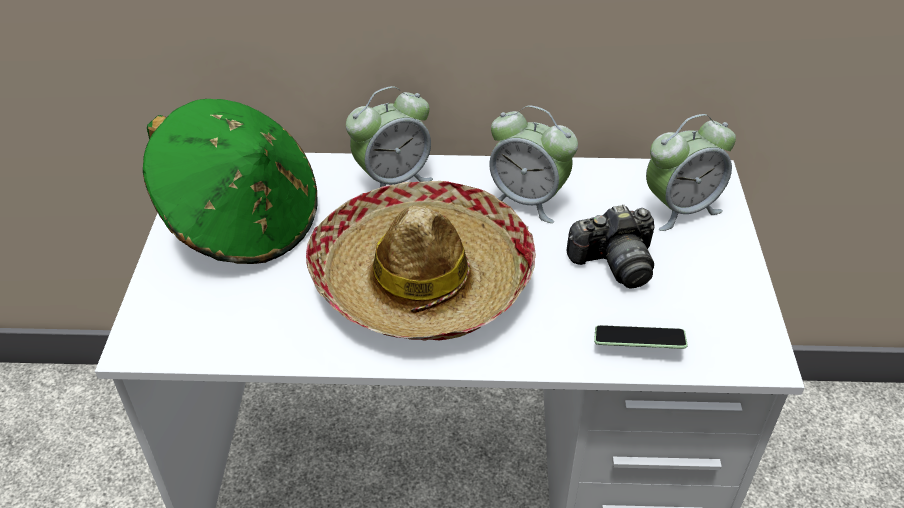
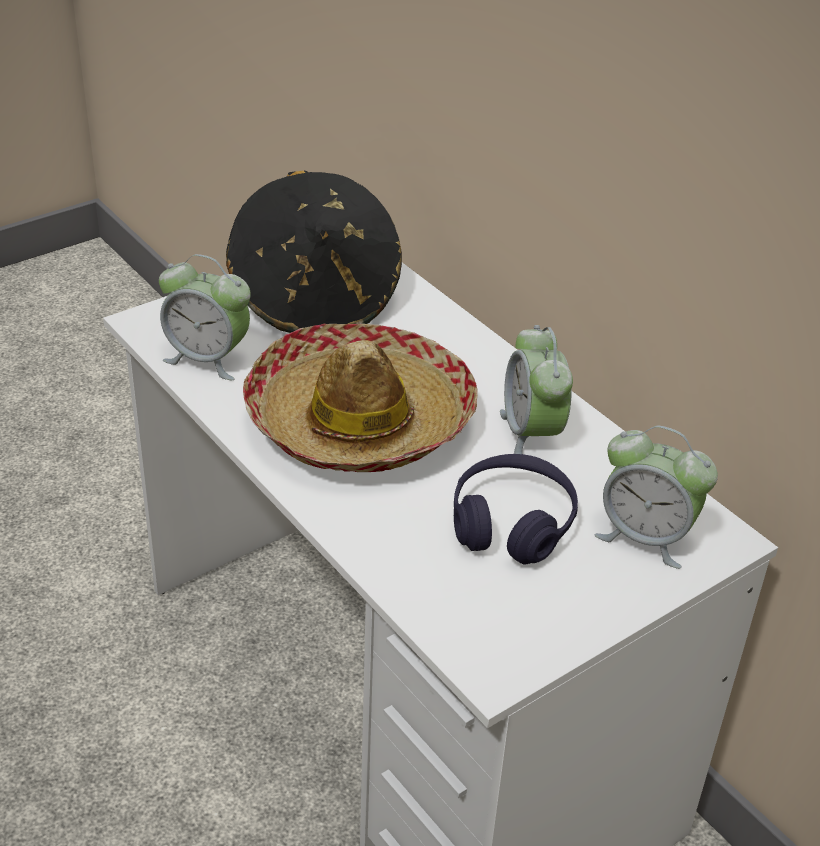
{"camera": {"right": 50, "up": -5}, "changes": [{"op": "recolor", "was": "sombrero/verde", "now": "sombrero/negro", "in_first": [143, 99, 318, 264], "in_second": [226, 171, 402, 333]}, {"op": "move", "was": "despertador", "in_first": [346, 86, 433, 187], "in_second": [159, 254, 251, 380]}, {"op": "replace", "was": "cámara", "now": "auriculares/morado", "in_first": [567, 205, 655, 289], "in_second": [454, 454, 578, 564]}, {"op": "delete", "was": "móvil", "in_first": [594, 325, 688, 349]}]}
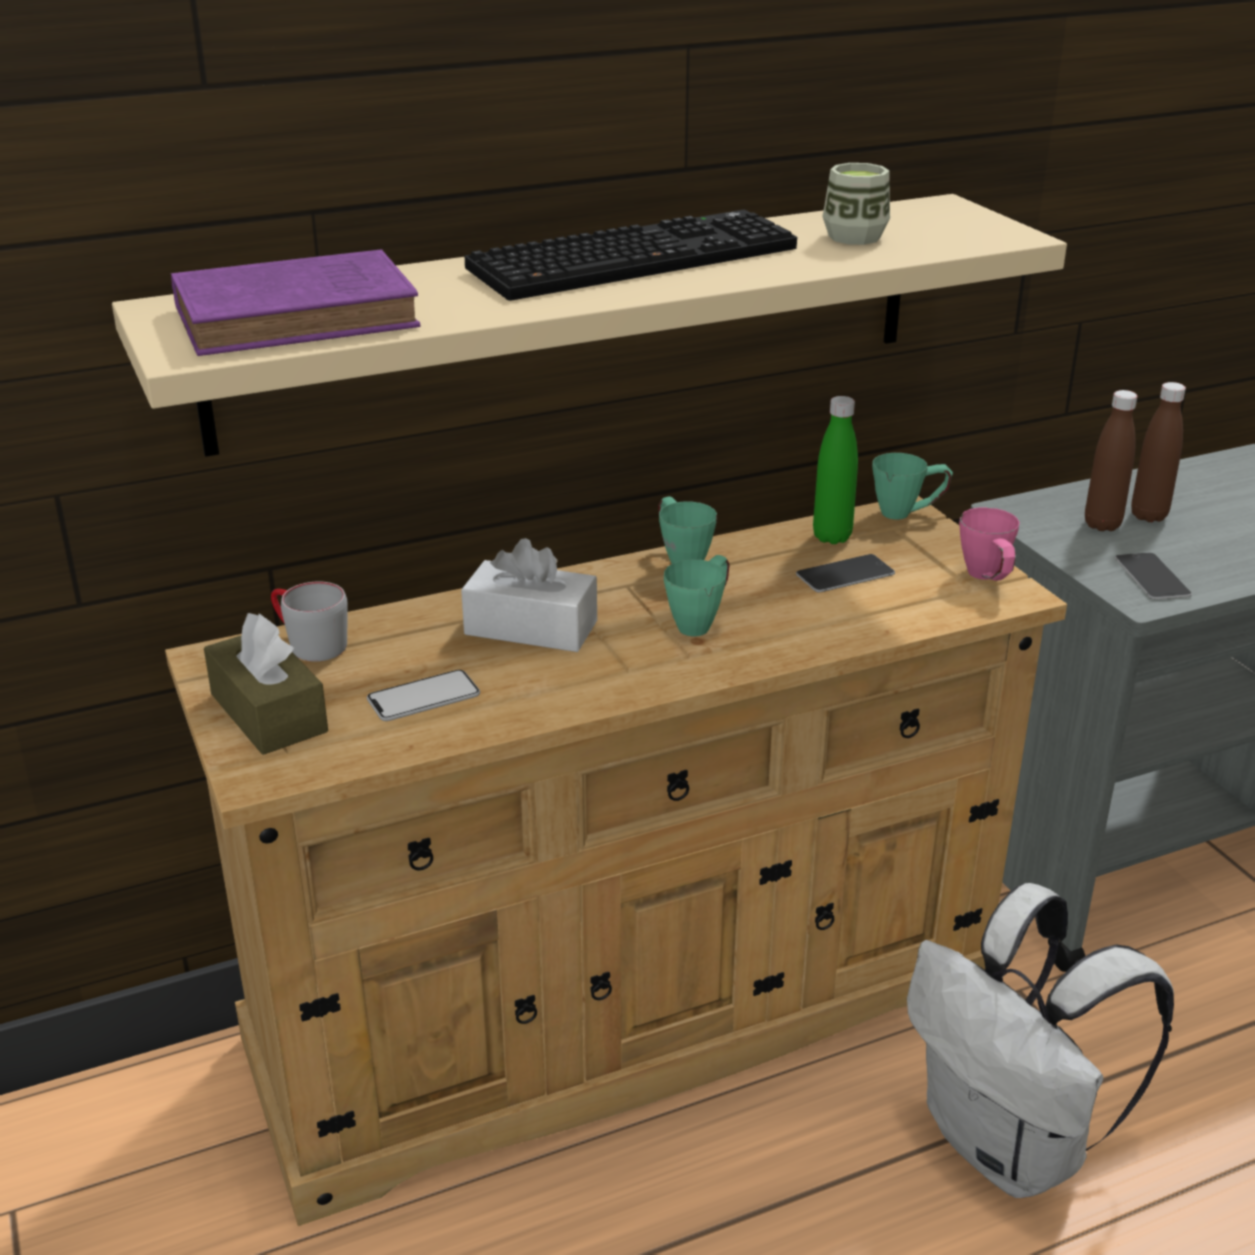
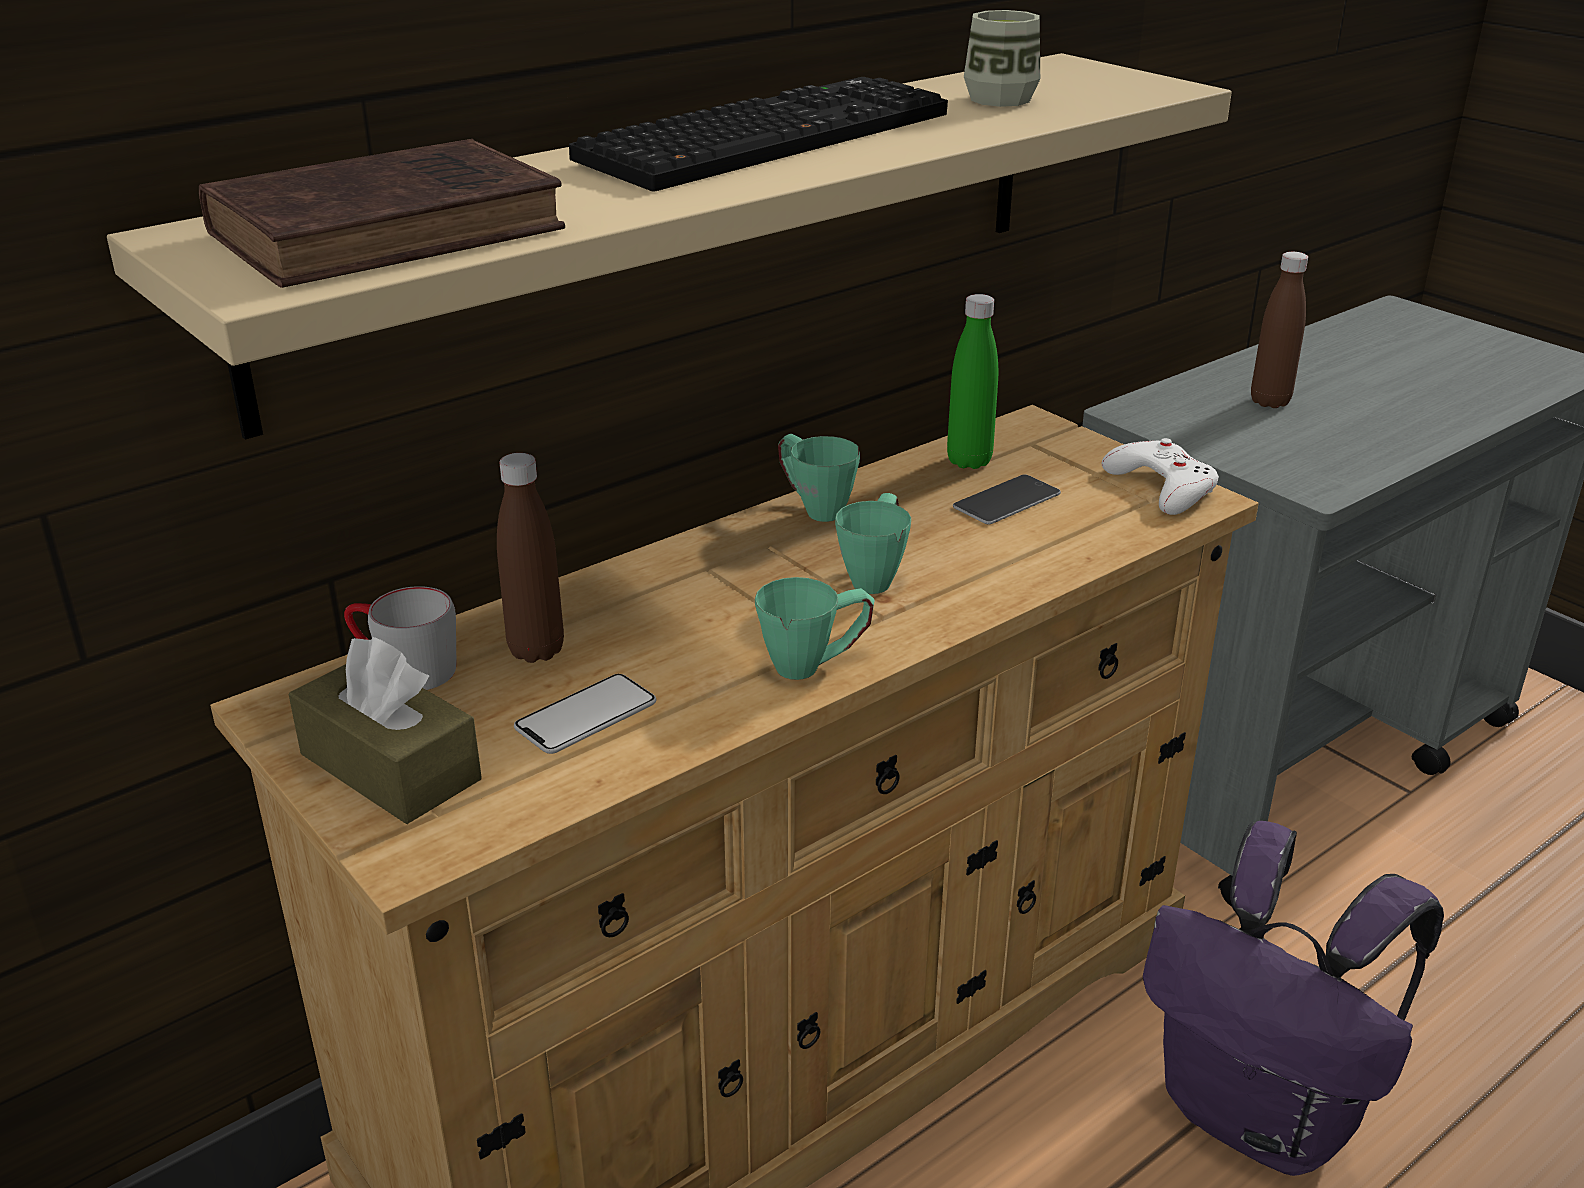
{"camera": {"right": -15, "up": 0}, "changes": [{"op": "recolor", "was": "libro/morado", "now": "libro/marrón", "in_first": [171, 249, 420, 356], "in_second": [199, 139, 565, 288]}, {"op": "delete", "was": "caja de pañuelos/blanco", "in_first": [461, 538, 597, 652]}, {"op": "move", "was": "taza grande/verde", "in_first": [872, 453, 953, 520], "in_second": [755, 577, 874, 680]}, {"op": "recolor", "was": "mochila/blanco", "now": "mochila/morado", "in_first": [907, 883, 1174, 1198], "in_second": [1143, 821, 1444, 1176]}, {"op": "replace", "was": "taza grande/rosa", "now": "mando de consola/blanco", "in_first": [959, 507, 1020, 581], "in_second": [1102, 438, 1219, 515]}, {"op": "move", "was": "botella/marrón", "in_first": [1085, 390, 1138, 531], "in_second": [497, 453, 564, 663]}, {"op": "delete", "was": "móvil", "in_first": [1115, 553, 1192, 600]}]}
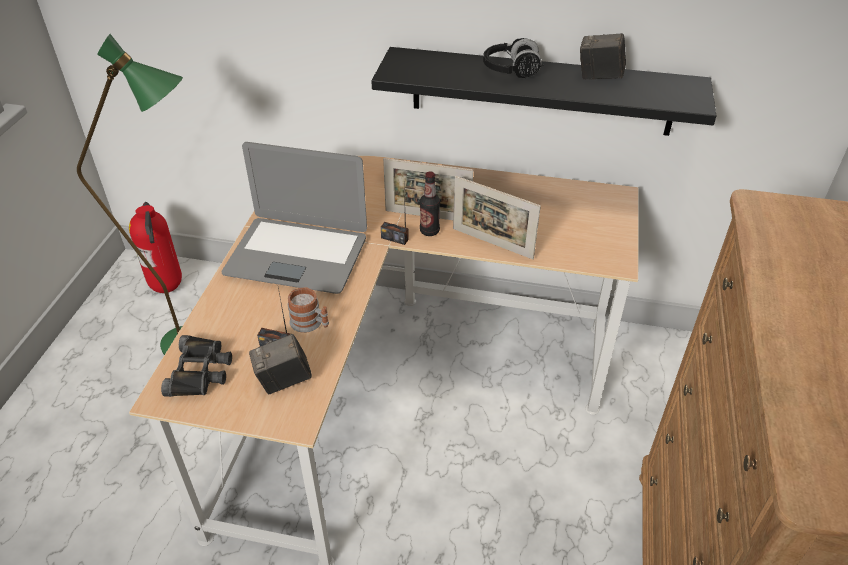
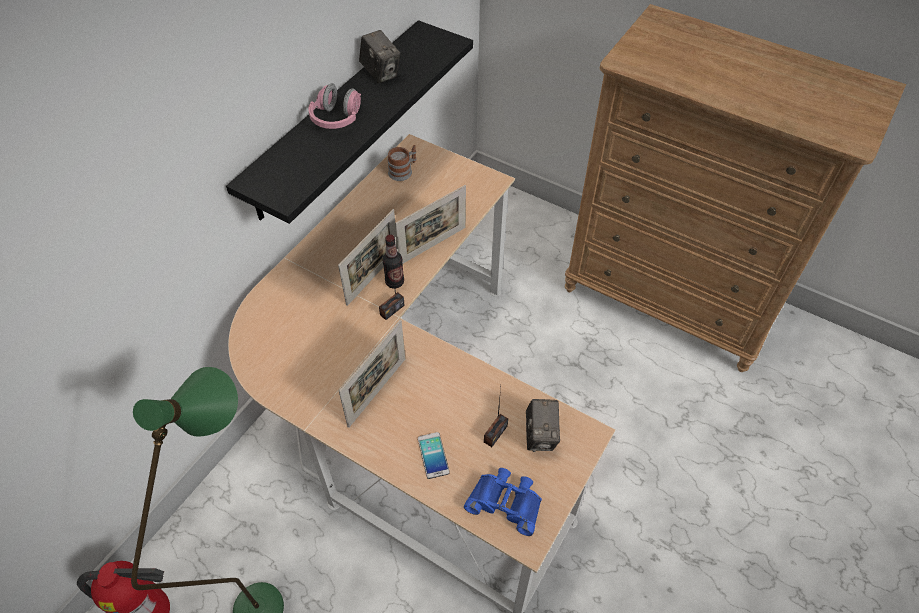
{"camera": {"right": -70, "up": 10}, "changes": [{"op": "recolor", "was": "prismáticos/negro", "now": "prismáticos/azul", "in_first": [161, 335, 232, 397], "in_second": [464, 468, 542, 536]}, {"op": "replace", "was": "portátil", "now": "portarretratos", "in_first": [221, 142, 367, 294], "in_second": [339, 320, 406, 428]}, {"op": "move", "was": "taza grande", "in_first": [288, 287, 329, 333], "in_second": [387, 145, 417, 181]}, {"op": "recolor", "was": "auriculares/negro", "now": "auriculares/rosa", "in_first": [483, 38, 544, 78], "in_second": [308, 83, 361, 129]}, {"op": "rotate", "was": "cámara", "in_first": [580, 33, 626, 80], "in_second": [359, 30, 401, 83], "clockwise": -75}, {"op": "insert", "now": "móvil", "in_second": [418, 432, 450, 479]}]}
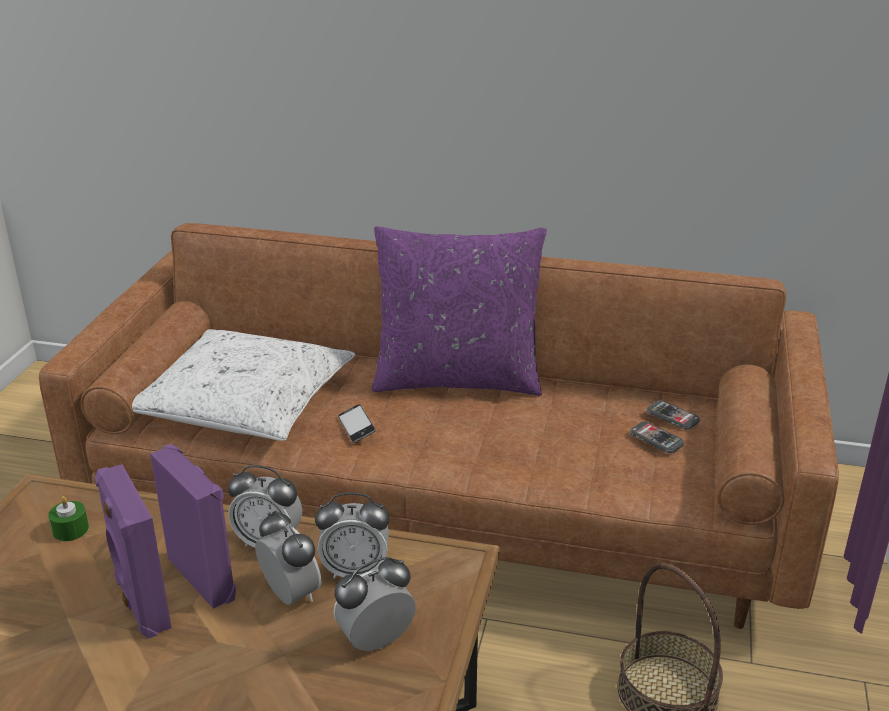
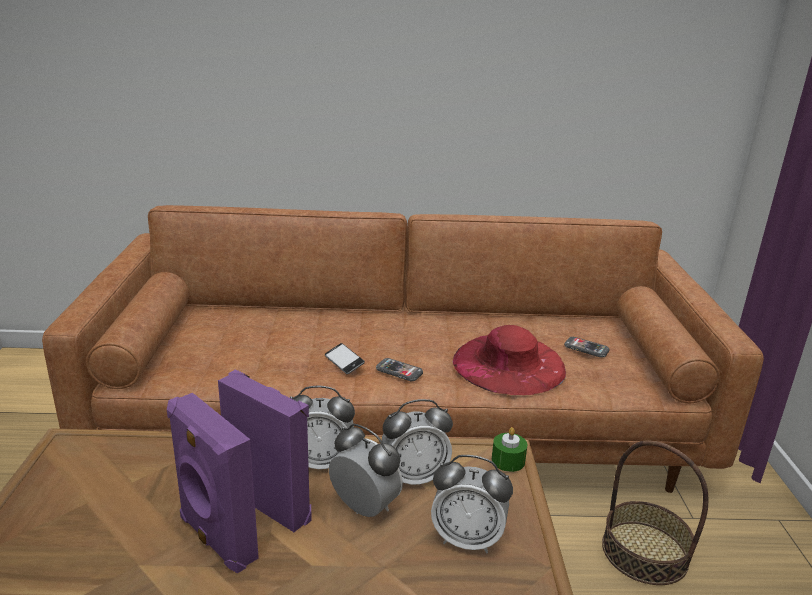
{"camera": {"right": -15, "up": -5}, "changes": [{"op": "move", "was": "vela/verde", "in_first": [48, 496, 89, 541], "in_second": [491, 427, 527, 472]}, {"op": "delete", "was": "cojín/blanco", "in_first": [132, 329, 355, 441]}, {"op": "rotate", "was": "despertador", "in_first": [333, 557, 416, 651], "in_second": [431, 455, 513, 553], "clockwise": -120}, {"op": "delete", "was": "cojín/morado", "in_first": [372, 226, 547, 396]}, {"op": "move", "was": "móvil", "in_first": [647, 400, 700, 430], "in_second": [376, 358, 423, 381]}, {"op": "insert", "now": "sombrero/rojo", "in_second": [452, 325, 566, 395]}]}
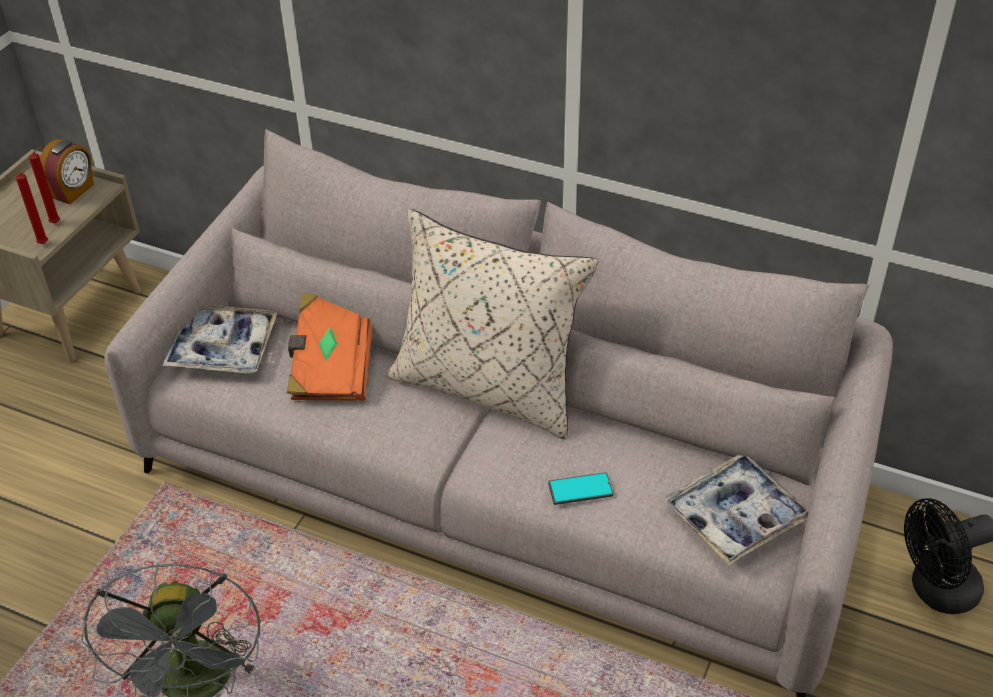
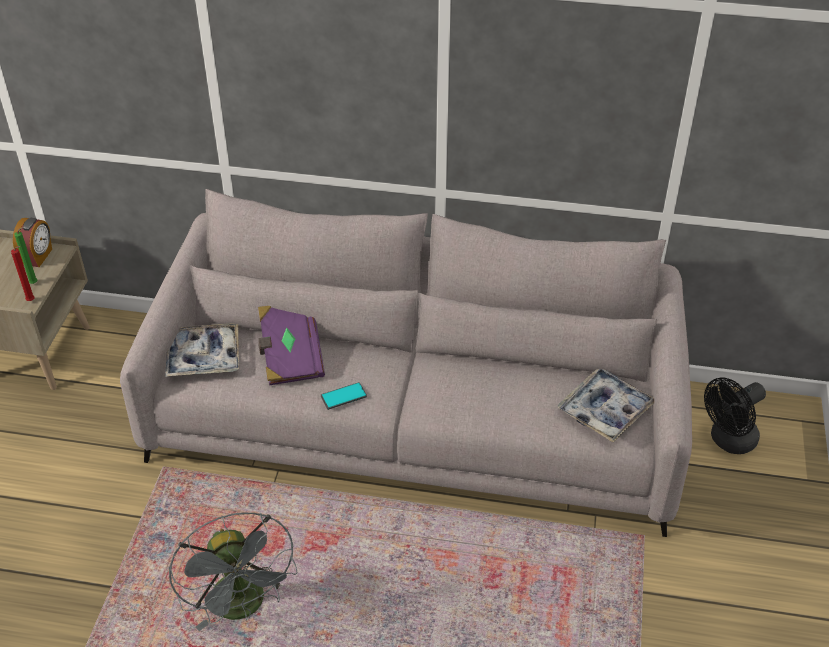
{"camera": {"right": -15, "up": 0}, "changes": [{"op": "recolor", "was": "vela/rojo", "now": "vela/verde", "in_first": [29, 147, 60, 223], "in_second": [14, 226, 37, 284]}, {"op": "recolor", "was": "libro/naranja", "now": "libro/morado", "in_first": [287, 294, 372, 401], "in_second": [258, 306, 325, 385]}, {"op": "delete", "was": "cojín/beis", "in_first": [388, 209, 598, 440]}, {"op": "move", "was": "móvil", "in_first": [548, 472, 613, 505], "in_second": [321, 382, 367, 410]}]}
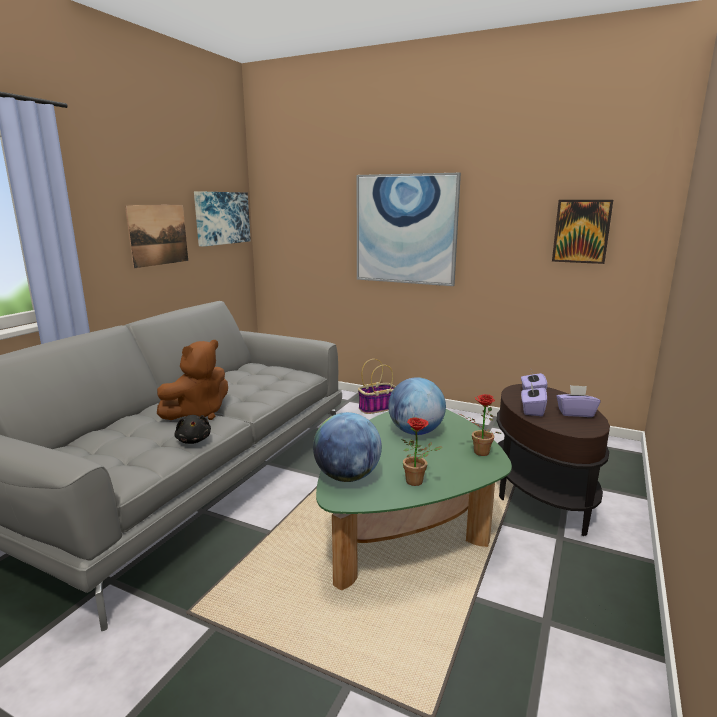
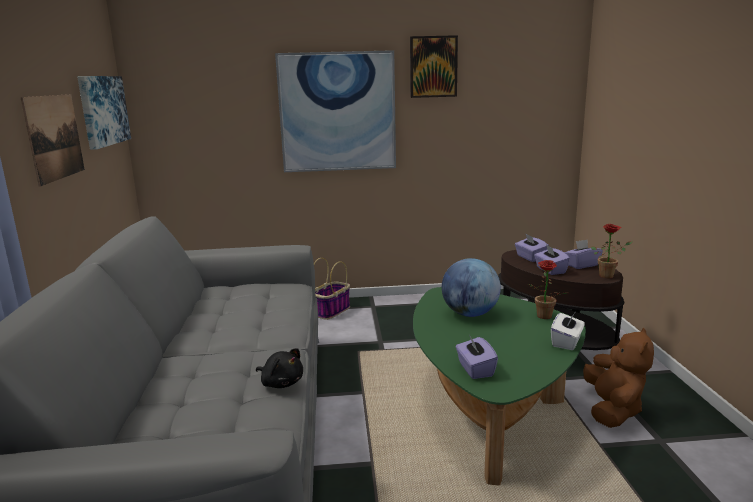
{"camera": {"right": -30, "up": 0}, "changes": [{"op": "move", "was": "peluche/marrón", "in_first": [157, 340, 228, 420], "in_second": [583, 328, 654, 428]}, {"op": "replace", "was": "globo terráqueo", "now": "caja de pañuelos/morado", "in_first": [313, 412, 382, 482], "in_second": [456, 335, 498, 379]}, {"op": "move", "was": "planta en maceta", "in_first": [401, 418, 443, 486], "in_second": [591, 224, 633, 278]}, {"op": "move", "was": "cuadro", "in_first": [552, 200, 613, 264], "in_second": [410, 35, 458, 98]}, {"op": "insert", "now": "caja de pañuelos/blanco", "in_second": [551, 311, 585, 350]}]}
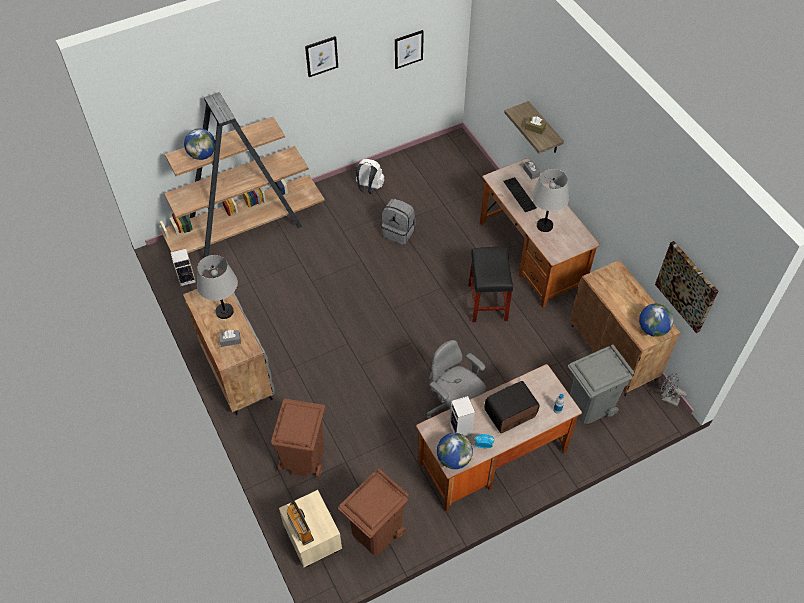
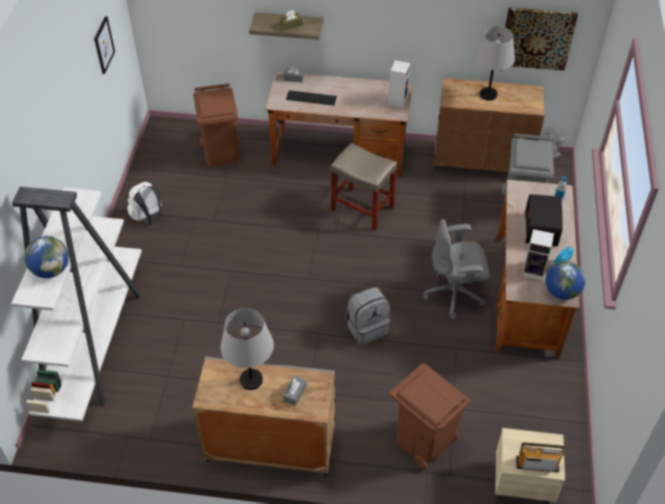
{"camera": {"right": -55, "up": -5}, "changes": [{"op": "recolor", "was": "estantería/marrón", "now": "estantería/blanco", "in_first": [160, 92, 325, 258], "in_second": [11, 187, 142, 421]}, {"op": "move", "was": "altavoz", "in_first": [171, 249, 196, 286], "in_second": [388, 60, 411, 107]}, {"op": "delete", "was": "cuadro", "in_first": [305, 36, 338, 77]}, {"op": "move", "was": "papelera/marrón", "in_first": [338, 469, 409, 555], "in_second": [193, 83, 239, 166]}, {"op": "move", "was": "mochila/gris", "in_first": [382, 199, 415, 245], "in_second": [346, 287, 390, 345]}, {"op": "recolor", "was": "taburete/negro", "now": "taburete/beis", "in_first": [468, 247, 513, 322], "in_second": [330, 143, 398, 230]}, {"op": "move", "was": "lámpara de mesa/gris", "in_first": [532, 169, 569, 232], "in_second": [475, 26, 515, 101]}, {"op": "delete", "was": "globo terráqueo", "in_first": [639, 303, 674, 337]}]}
